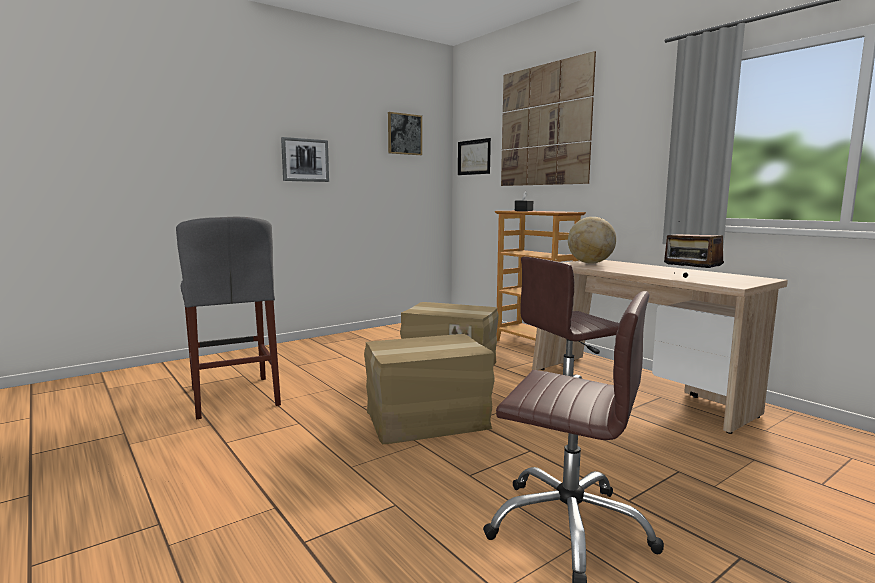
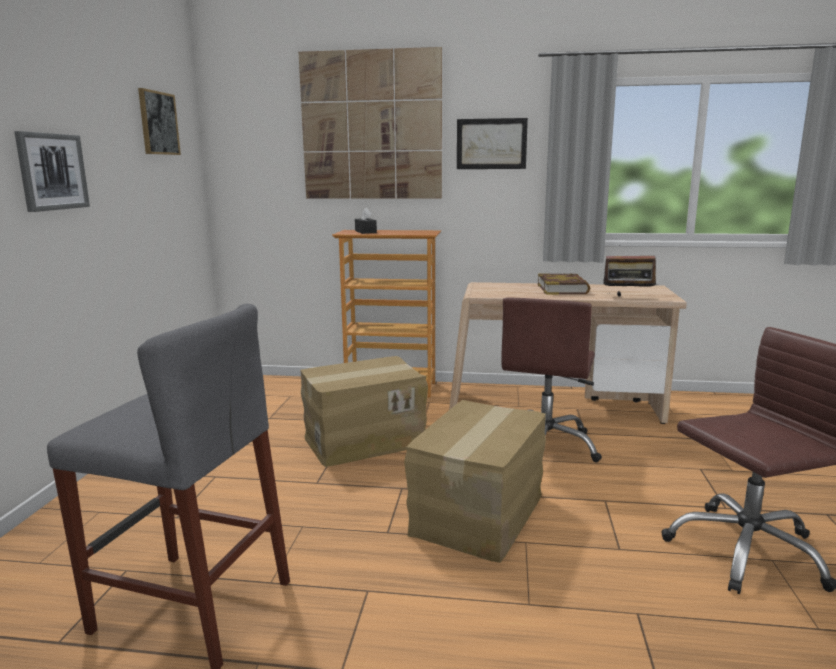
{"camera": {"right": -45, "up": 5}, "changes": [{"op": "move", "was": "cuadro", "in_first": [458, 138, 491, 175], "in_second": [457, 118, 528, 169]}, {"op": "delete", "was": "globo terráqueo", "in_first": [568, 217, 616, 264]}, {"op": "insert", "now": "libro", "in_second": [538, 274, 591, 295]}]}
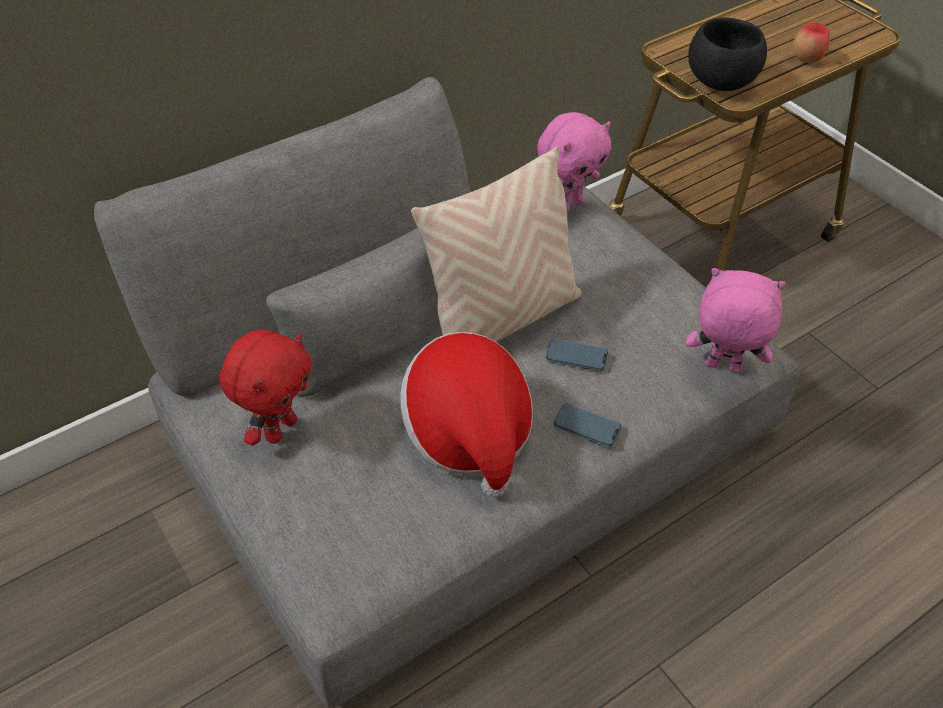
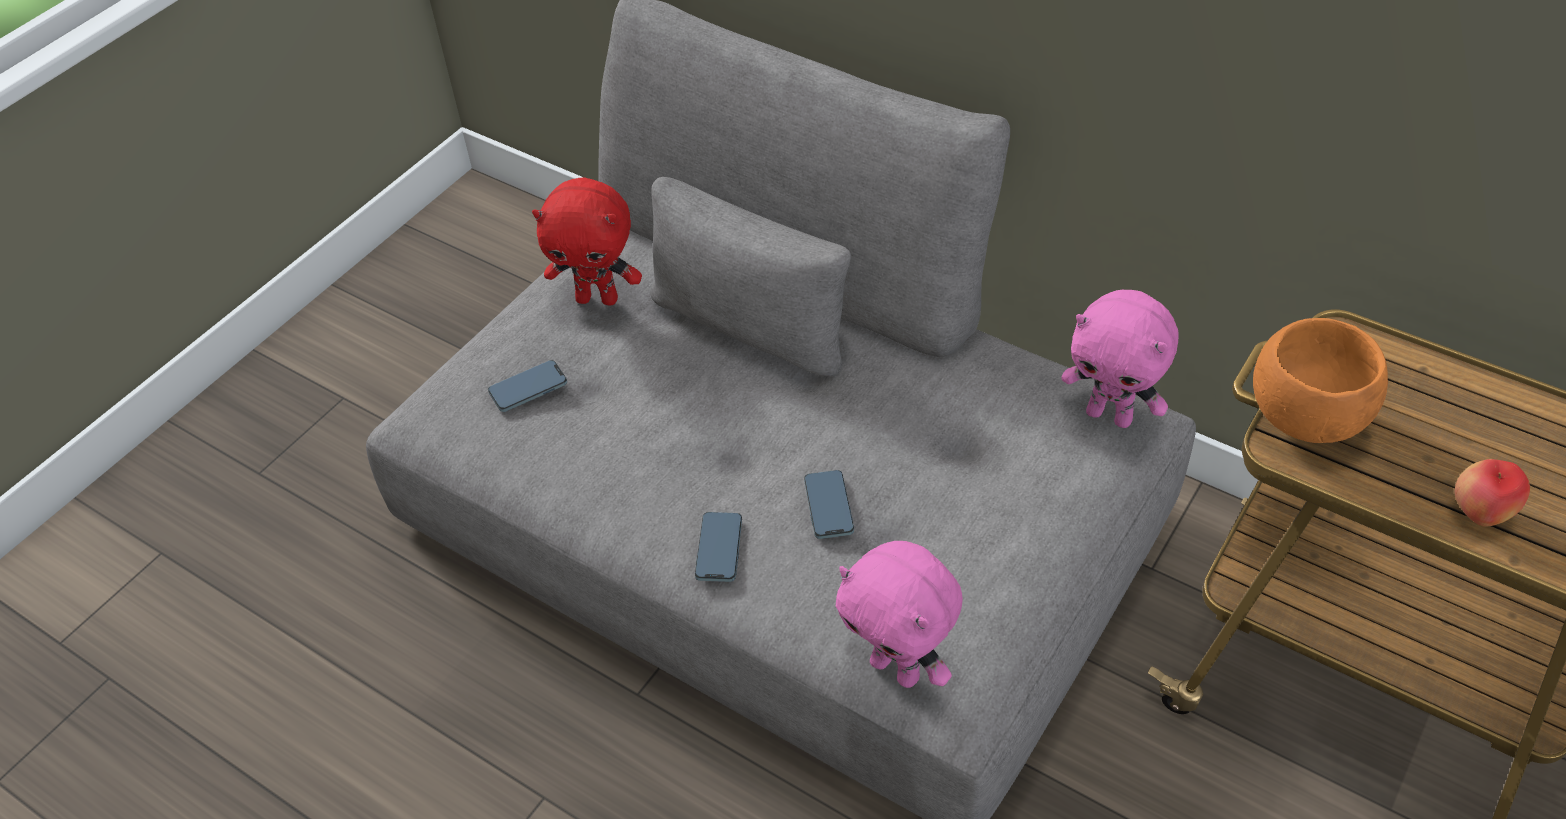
{"camera": {"right": 70, "up": 0}, "changes": [{"op": "delete", "was": "sombrero", "in_first": [400, 332, 533, 497]}, {"op": "delete", "was": "cojín/beis", "in_first": [411, 146, 582, 342]}, {"op": "rotate", "was": "peluche/rosa", "in_first": [686, 268, 786, 373], "in_second": [836, 541, 963, 688], "clockwise": 135}, {"op": "recolor", "was": "cuenco/negro", "now": "cuenco/naranja", "in_first": [688, 17, 767, 91], "in_second": [1253, 318, 1388, 443]}, {"op": "insert", "now": "móvil", "in_second": [488, 360, 567, 412]}]}
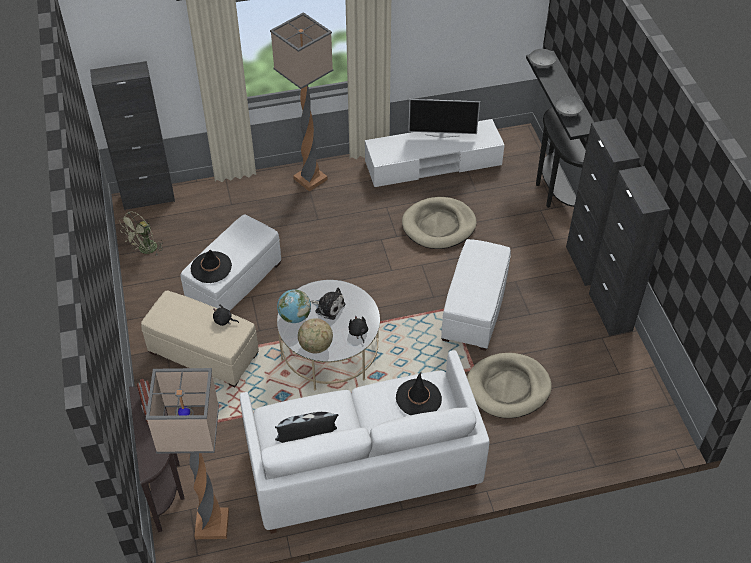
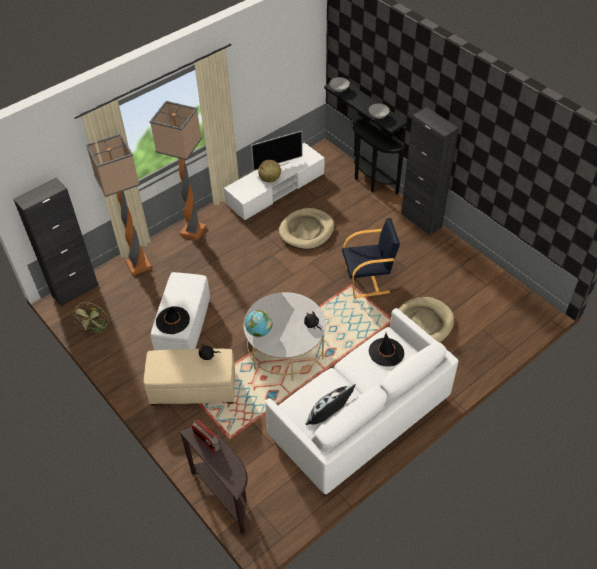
{"camera": {"right": -25, "up": 0}, "changes": [{"op": "move", "was": "lámpara de pie", "in_first": [146, 368, 229, 539], "in_second": [86, 133, 152, 276]}, {"op": "move", "was": "globo terráqueo", "in_first": [298, 318, 333, 353], "in_second": [258, 160, 281, 183]}, {"op": "delete", "was": "peluche", "in_first": [310, 288, 345, 320]}, {"op": "replace", "was": "puf/blanco", "now": "sillón/negro", "in_first": [441, 239, 511, 351], "in_second": [342, 218, 400, 298]}, {"op": "delete", "was": "armario/negro", "in_first": [589, 166, 670, 336]}]}
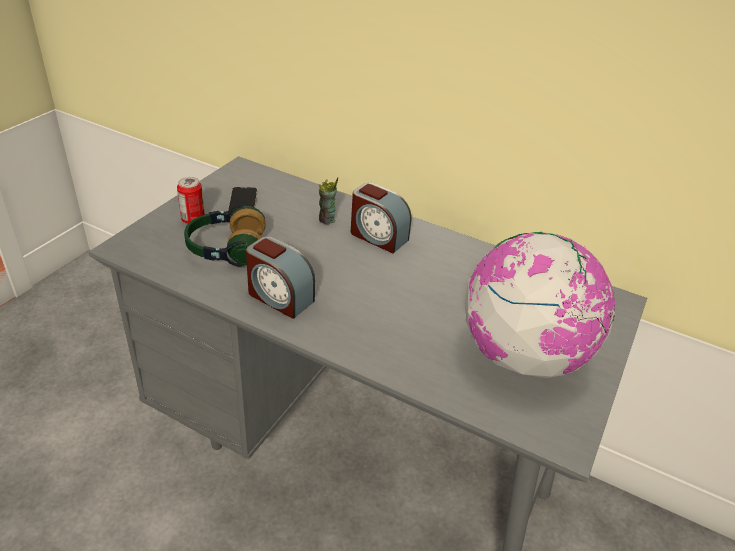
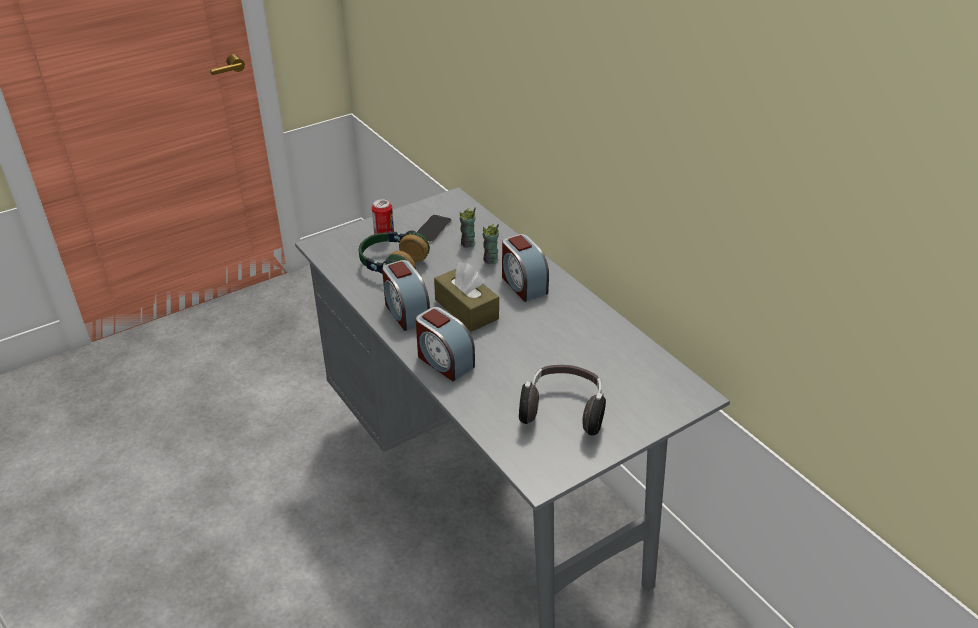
{"camera": {"right": 30, "up": 0}, "changes": [{"op": "replace", "was": "globo terráqueo", "now": "auriculares", "in_first": [465, 232, 615, 378], "in_second": [519, 365, 606, 435]}, {"op": "insert", "now": "despertador", "in_second": [416, 307, 475, 382]}, {"op": "insert", "now": "caja de pañuelos/marrón", "in_second": [434, 262, 499, 332]}, {"op": "insert", "now": "taza", "in_second": [460, 207, 476, 248]}]}
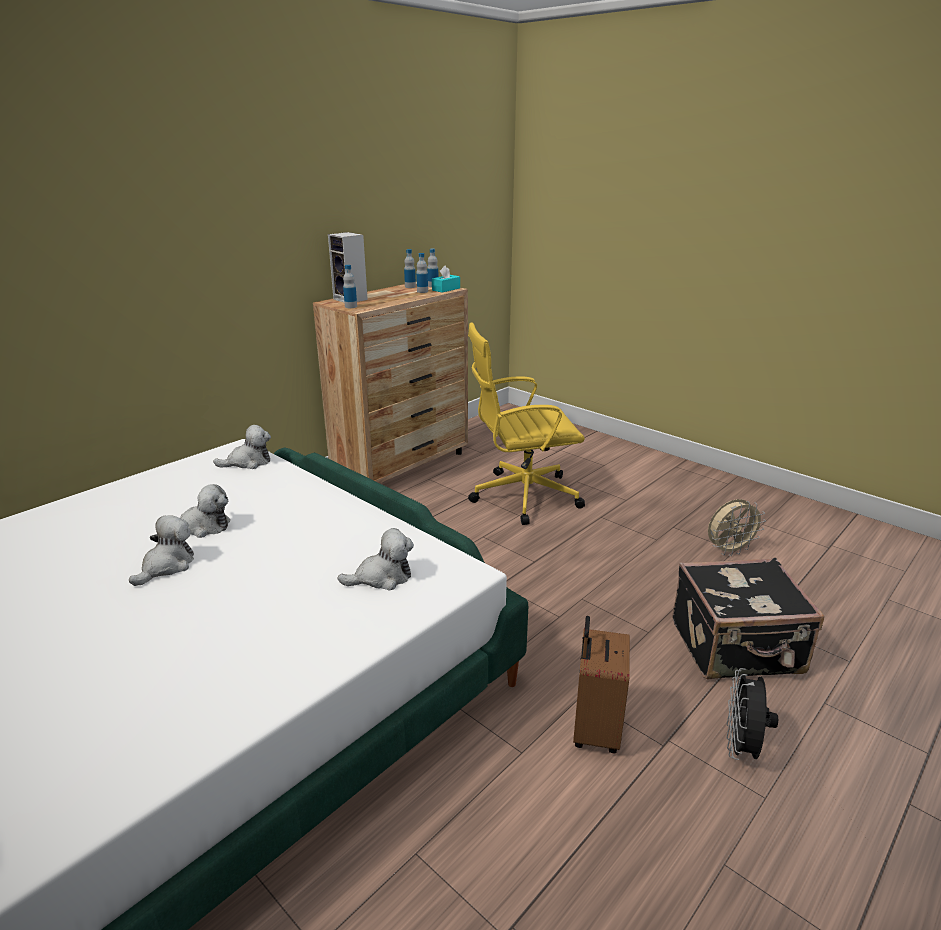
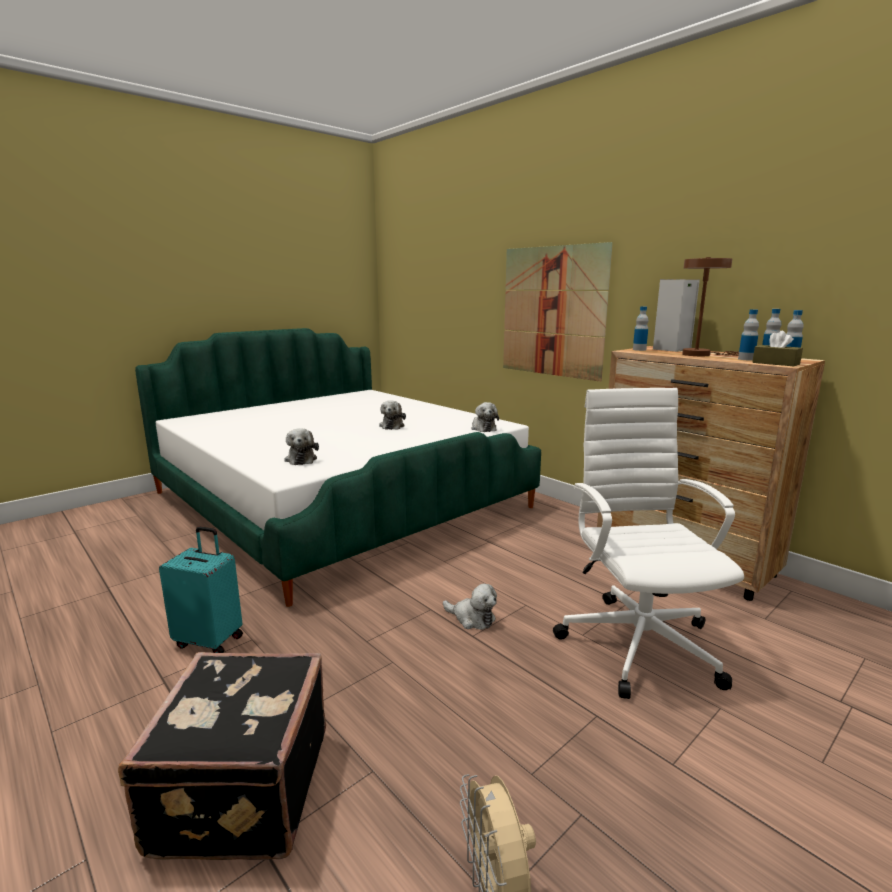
{"camera": {"right": 95, "up": -10}, "changes": [{"op": "move", "was": "peluche", "in_first": [129, 515, 194, 586], "in_second": [443, 584, 497, 630]}, {"op": "recolor", "was": "caja de pañuelos/turquesa", "now": "caja de pañuelos/marrón", "in_first": [432, 266, 460, 293], "in_second": [752, 331, 803, 366]}, {"op": "recolor", "was": "silla de oficina/amarillo", "now": "silla de oficina/blanco", "in_first": [468, 322, 585, 525], "in_second": [553, 388, 744, 699]}, {"op": "recolor", "was": "maleta/marrón", "now": "maleta/turquesa", "in_first": [573, 616, 630, 754], "in_second": [159, 526, 243, 653]}, {"op": "delete", "was": "ventilador/negro", "in_first": [726, 668, 778, 760]}, {"op": "insert", "now": "cuadro", "in_second": [503, 242, 613, 382]}, {"op": "insert", "now": "lámpara de mesa/marrón", "in_second": [682, 257, 739, 356]}]}
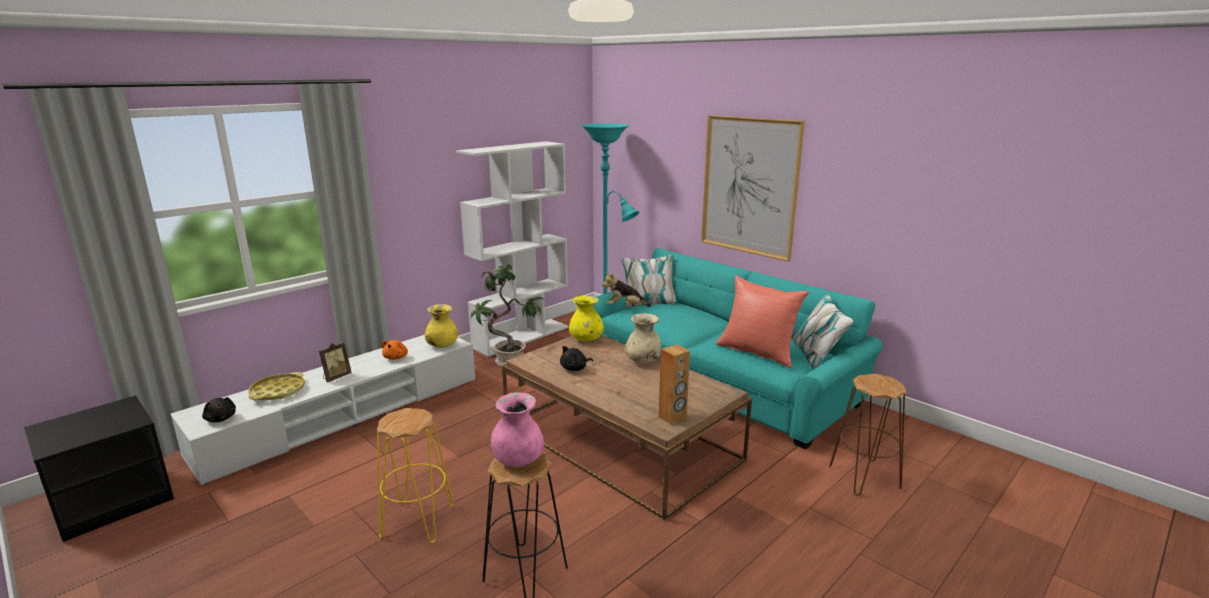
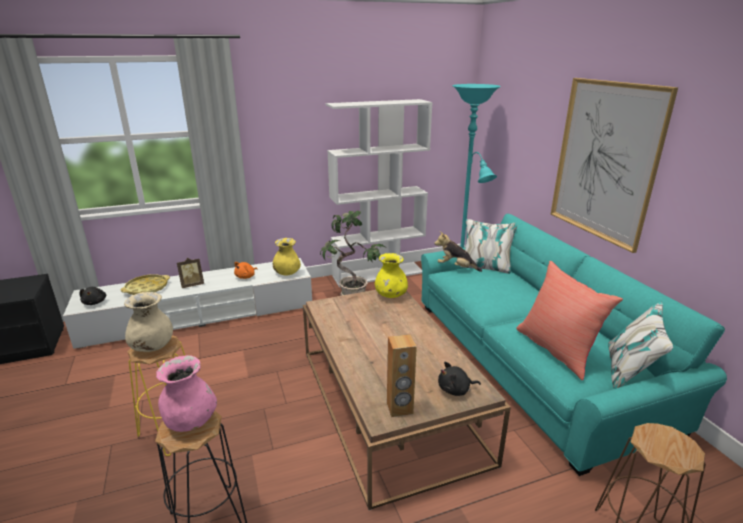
{"camera": {"right": 25, "up": 5}, "changes": [{"op": "move", "was": "peluche/negro", "in_first": [560, 346, 593, 371], "in_second": [438, 362, 481, 396]}, {"op": "move", "was": "florero/beis", "in_first": [625, 313, 661, 364], "in_second": [124, 292, 173, 352]}]}
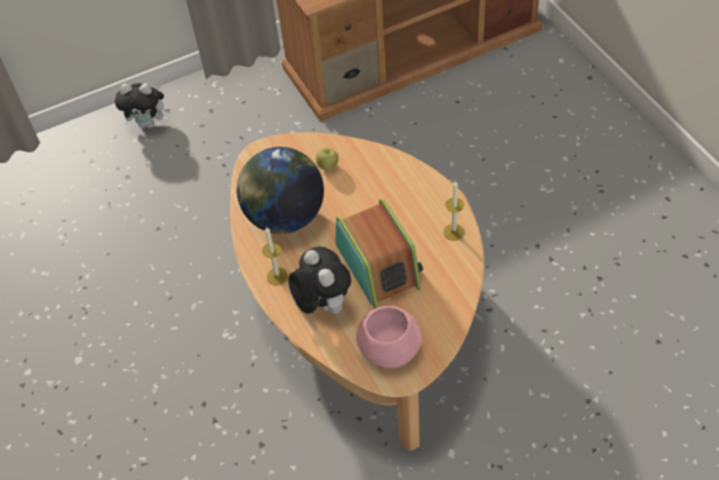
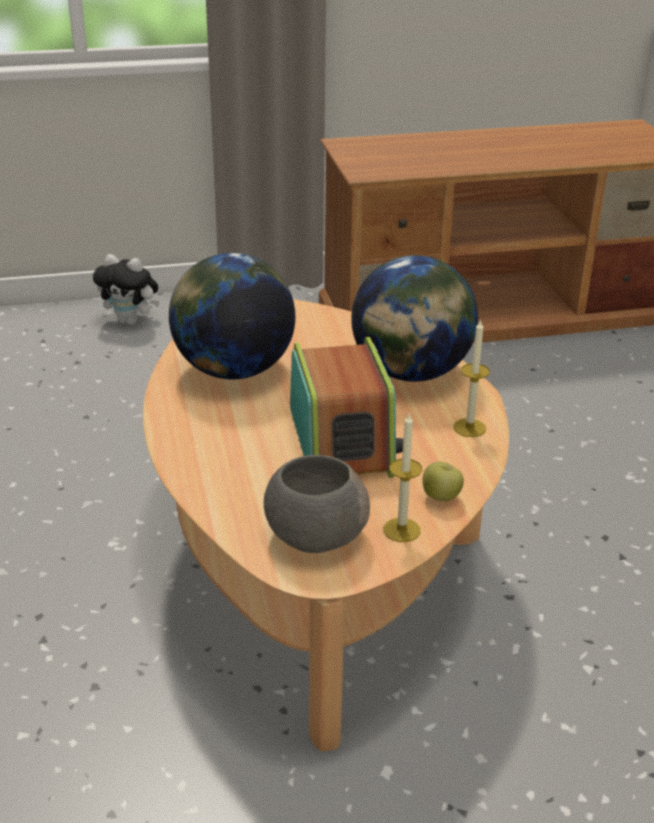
{"camera": {"right": 10, "up": -20}, "changes": [{"op": "move", "was": "vela", "in_first": [262, 226, 288, 286], "in_second": [383, 412, 422, 542]}, {"op": "delete", "was": "peluche", "in_first": [288, 246, 351, 314]}, {"op": "move", "was": "manzana", "in_first": [316, 148, 339, 170], "in_second": [422, 462, 464, 501]}, {"op": "recolor", "was": "cuenco/rosa", "now": "cuenco/gris", "in_first": [356, 306, 422, 368], "in_second": [264, 455, 370, 553]}, {"op": "insert", "now": "globo terráqueo", "in_second": [351, 255, 478, 382]}]}
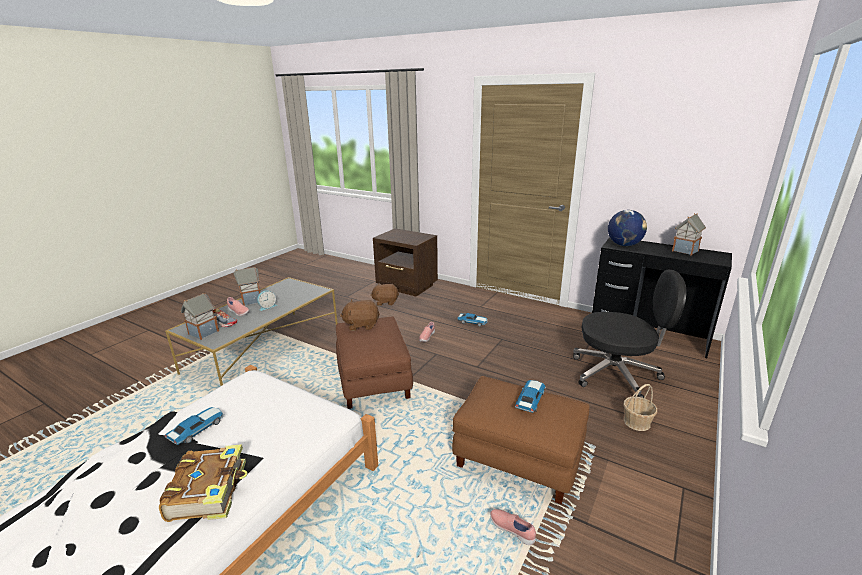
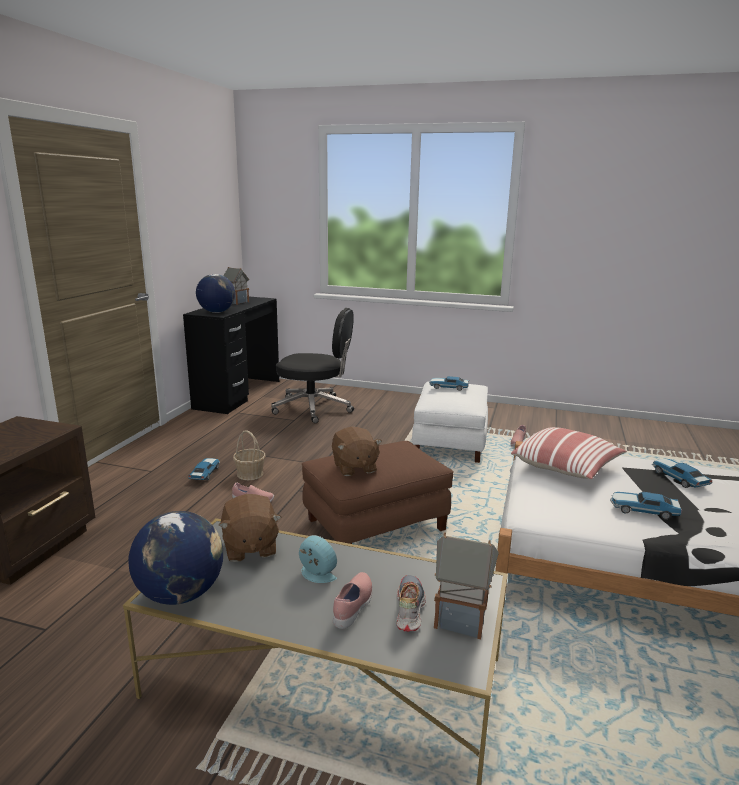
{"camera": {"right": -105, "up": -5}, "changes": [{"op": "replace", "was": "libro", "now": "coche de juguete", "in_first": [159, 444, 248, 522], "in_second": [652, 459, 713, 488]}, {"op": "delete", "was": "casita", "in_first": [233, 267, 261, 306]}, {"op": "move", "was": "peluche/marrón", "in_first": [370, 284, 399, 306], "in_second": [218, 494, 281, 562]}, {"op": "recolor", "was": "puf/marrón", "now": "puf/blanco", "in_first": [452, 376, 589, 504], "in_second": [412, 381, 488, 463]}, {"op": "rotate", "was": "silla de oficina/negro", "in_first": [573, 270, 686, 398], "in_second": [271, 308, 354, 423], "clockwise": 105}, {"op": "move", "was": "cesta", "in_first": [623, 384, 657, 431], "in_second": [233, 430, 266, 480]}, {"op": "insert", "now": "globo terráqueo", "in_second": [128, 511, 223, 605]}, {"op": "insert", "now": "cojín", "in_second": [511, 427, 627, 479]}]}
